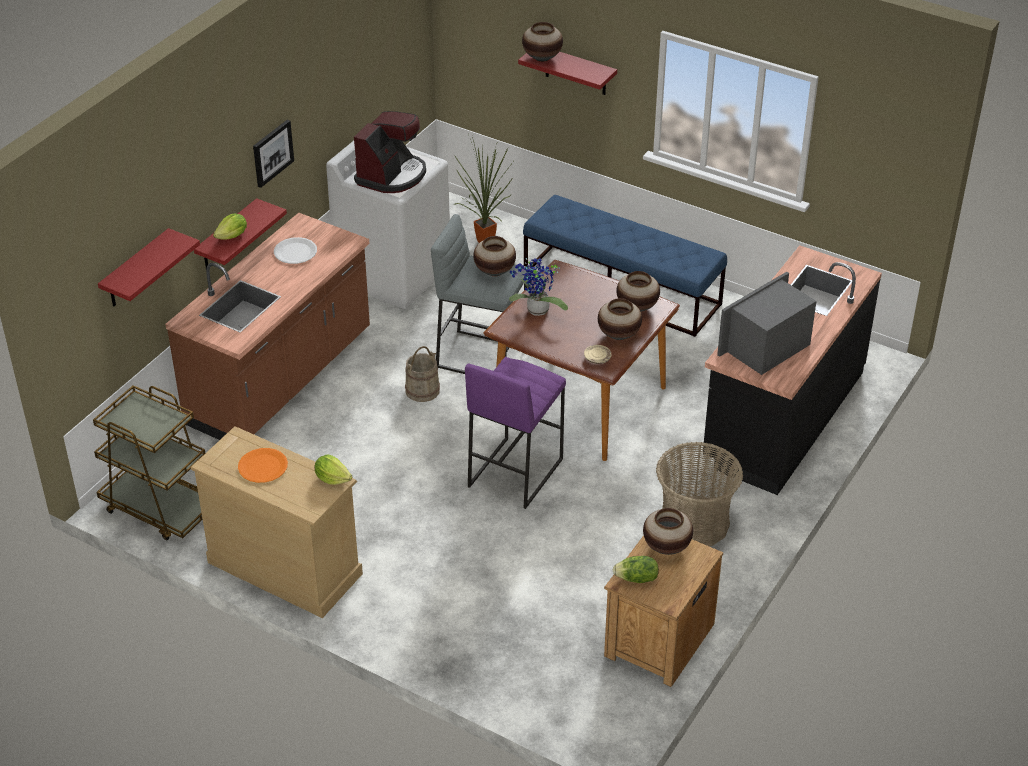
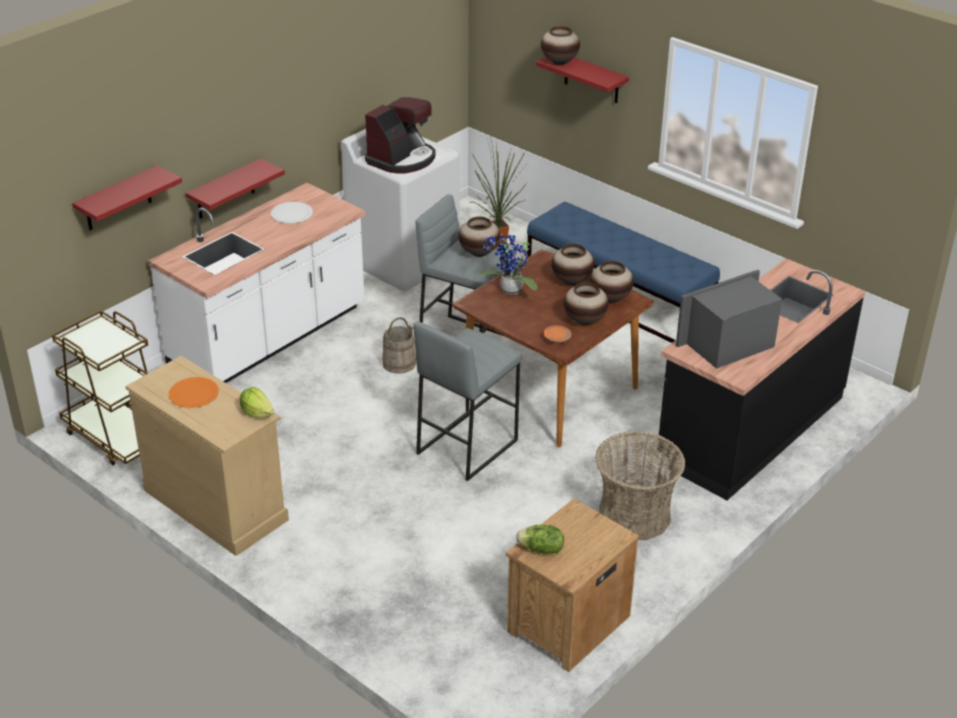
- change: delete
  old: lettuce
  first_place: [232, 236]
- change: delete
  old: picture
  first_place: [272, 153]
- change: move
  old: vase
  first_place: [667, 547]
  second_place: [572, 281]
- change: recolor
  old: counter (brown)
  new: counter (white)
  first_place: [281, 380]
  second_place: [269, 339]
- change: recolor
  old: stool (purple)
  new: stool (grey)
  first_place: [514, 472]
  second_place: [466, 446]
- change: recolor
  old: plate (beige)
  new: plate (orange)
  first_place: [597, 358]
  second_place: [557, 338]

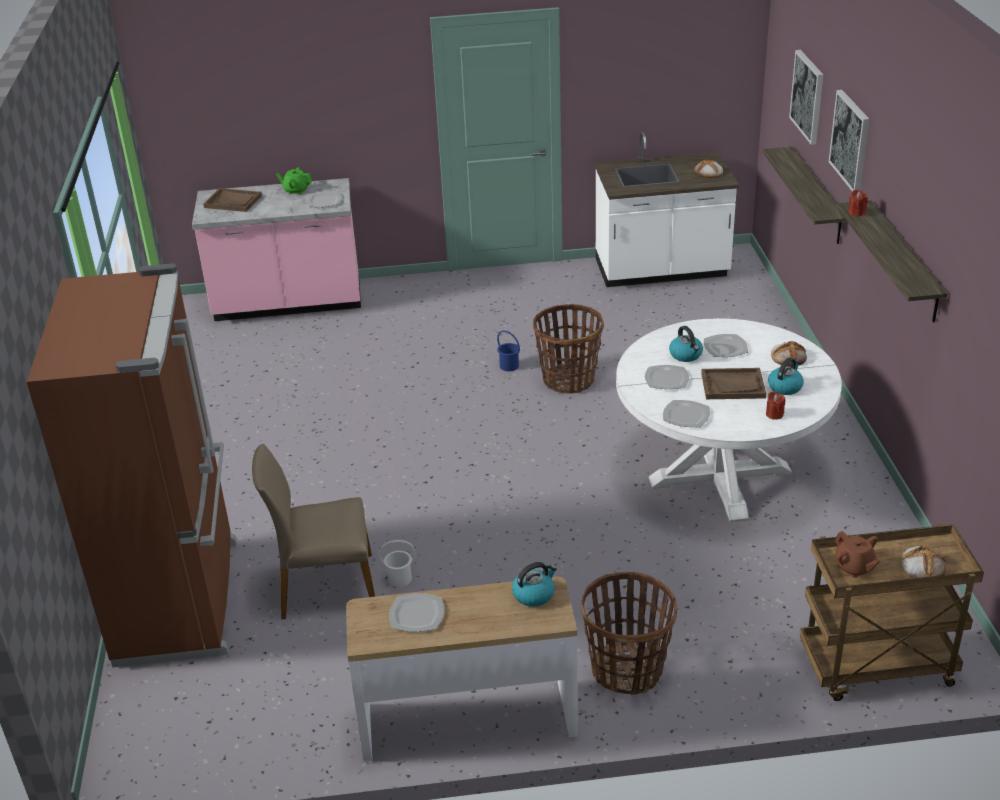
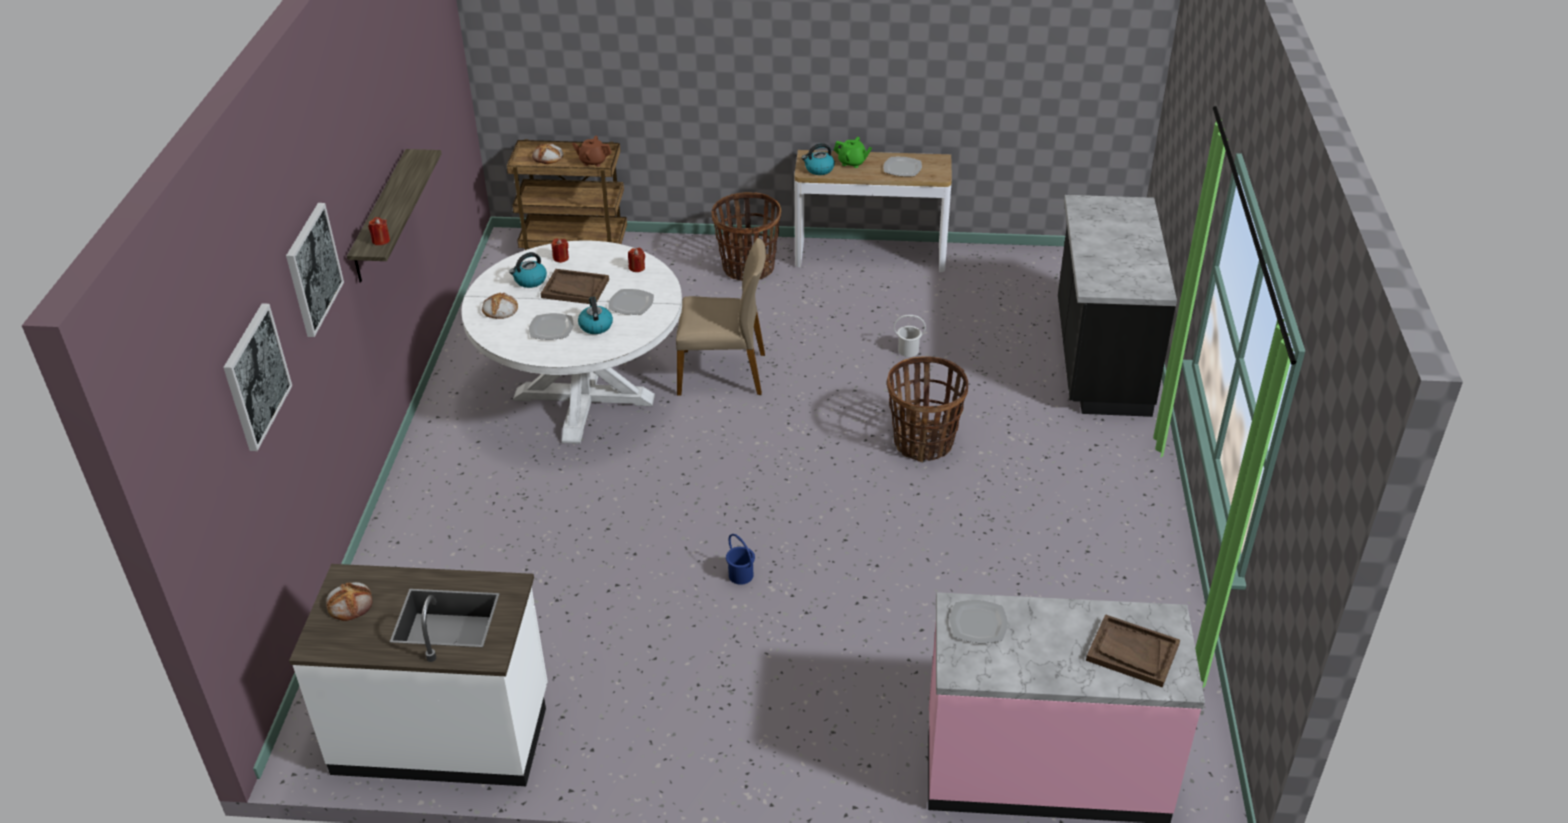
- change: delete
  old: shelf
  first_place: [816, 195]
- change: move
  old: chair (beige)
  first_place: [326, 586]
  second_place: [723, 373]
- change: move
  old: teapot (green)
  first_place: [296, 190]
  second_place: [852, 163]
- change: move
  old: basket
  first_place: [568, 380]
  second_place: [923, 442]
- change: replace
  old: fridge (brown)
  new: counter (black)
  first_place: [181, 600]
  second_place: [1099, 360]
- change: replace
  old: plate
  new: candle (red)
  first_place: [685, 415]
  second_place: [637, 268]
- change: rotate
  old: teapot (brown)
  first_place: [854, 567]
  second_place: [593, 161]
  degrees: -60

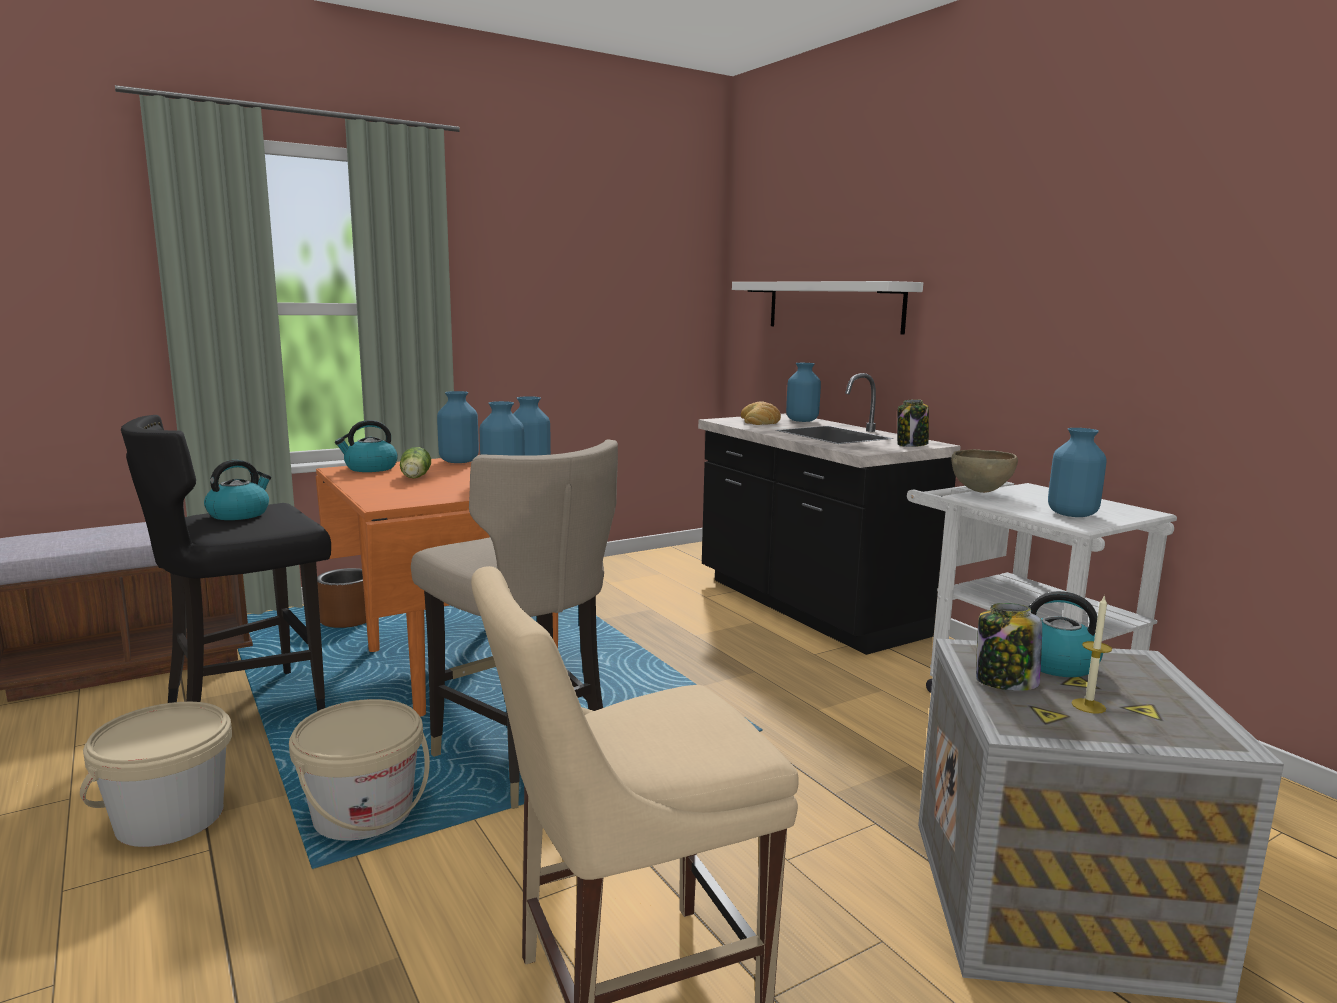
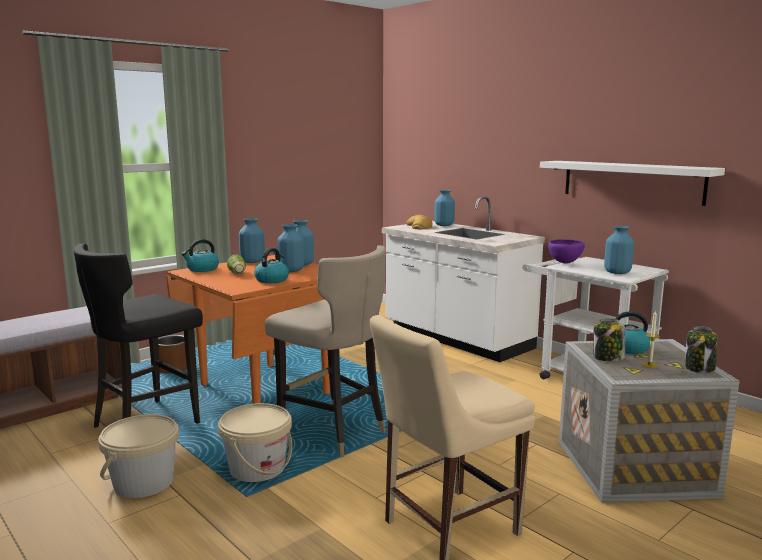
- change: move
  old: kettle
  first_place: [239, 514]
  second_place: [272, 280]
- change: move
  old: shelf (white)
  first_place: [833, 306]
  second_place: [631, 181]
- change: move
  old: jar
  first_place: [912, 445]
  second_place: [699, 368]
- change: recolor
  old: counter (black)
  new: counter (white)
  first_place: [808, 607]
  second_place: [456, 338]
- change: recolor
  old: bowl (brown)
  new: bowl (purple)
  first_place: [981, 491]
  second_place: [565, 263]

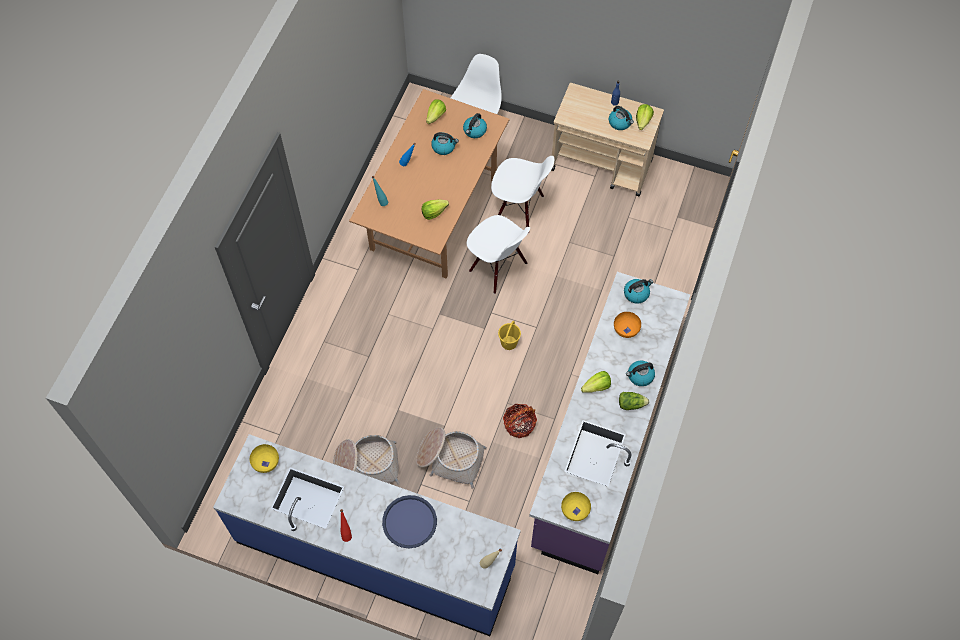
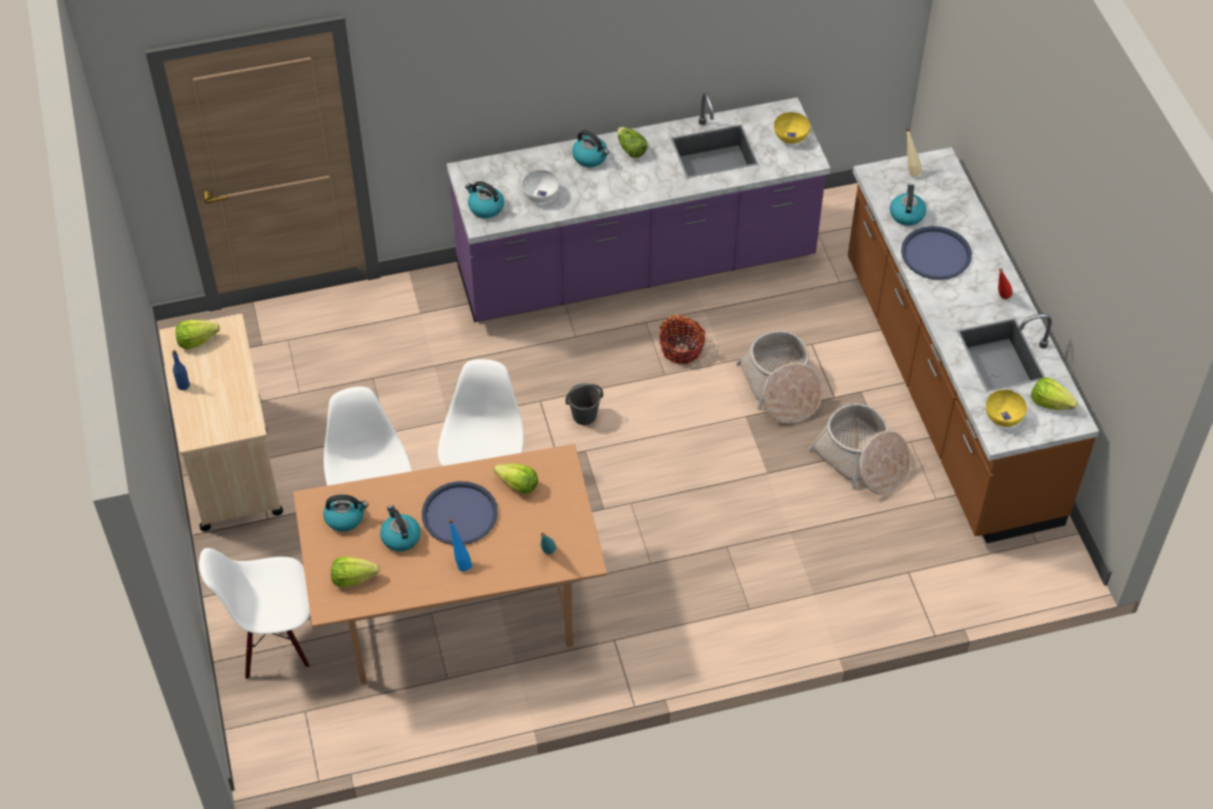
- change: insert
  new: tray (blue)
  second_place: [460, 514]
- change: move
  old: lettuce
  first_place: [596, 387]
  second_place: [1050, 403]
- change: move
  old: kettle
  first_place: [620, 122]
  second_place: [906, 214]
- change: recolor
  old: counter (blue)
  new: counter (brown)
  first_place: [375, 554]
  second_place: [947, 390]
- change: recolor
  old: bucket (yellow)
  new: bucket (grey)
  first_place: [509, 343]
  second_place: [585, 415]
- change: recolor
  old: bowl (orange)
  new: bowl (white)
  first_place: [626, 329]
  second_place: [540, 195]

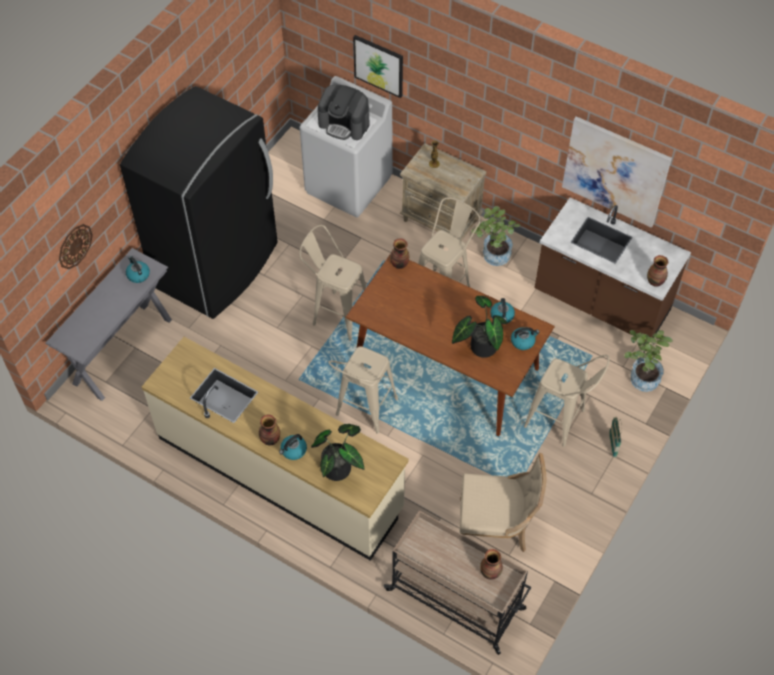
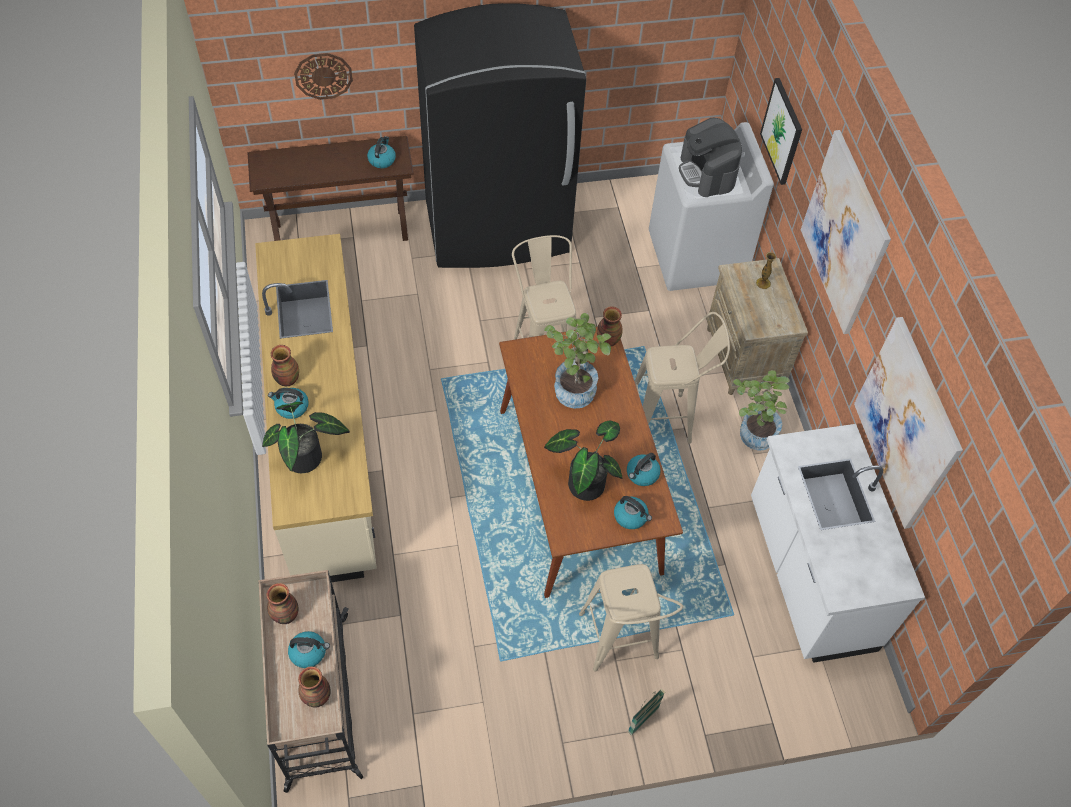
- change: delete
  old: stool (beige)
  first_place: [363, 412]
- change: delete
  old: chair (beige)
  first_place: [495, 527]
- change: insert
  new: kettle
  second_place: [309, 652]
- change: insert
  new: picture
  second_place: [844, 233]
- change: move
  old: potted plant
  first_place: [640, 377]
  second_place: [574, 386]
- change: move
  old: vase
  first_place: [655, 281]
  second_place: [286, 615]
- change: recolor
  old: console table (grey)
  new: console table (brown)
  first_place: [123, 351]
  second_place: [341, 231]
- change: recolor
  old: counter (brown)
  new: counter (white)
  first_place: [601, 303]
  second_place: [808, 575]

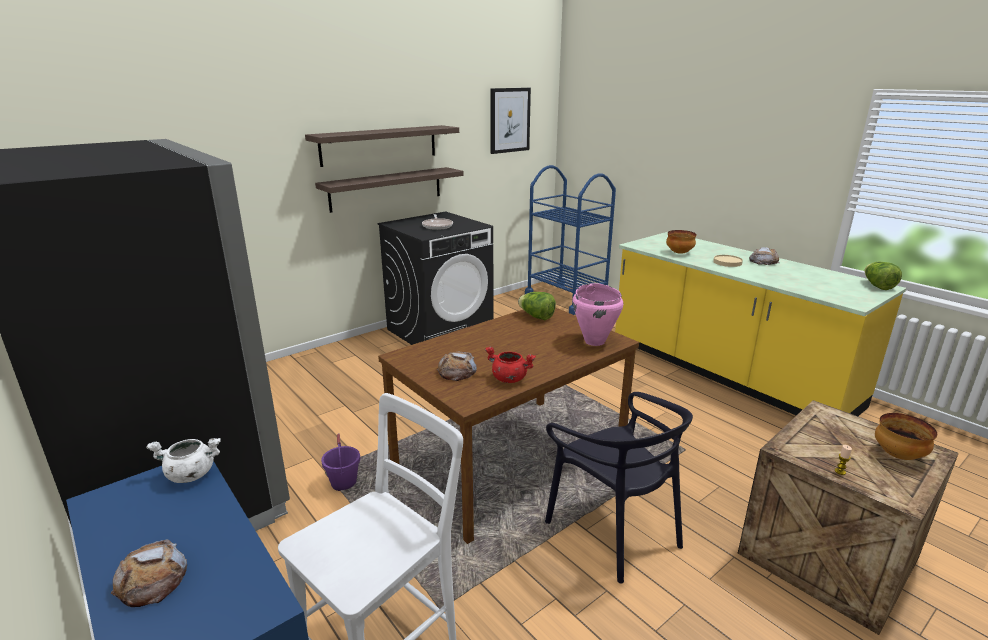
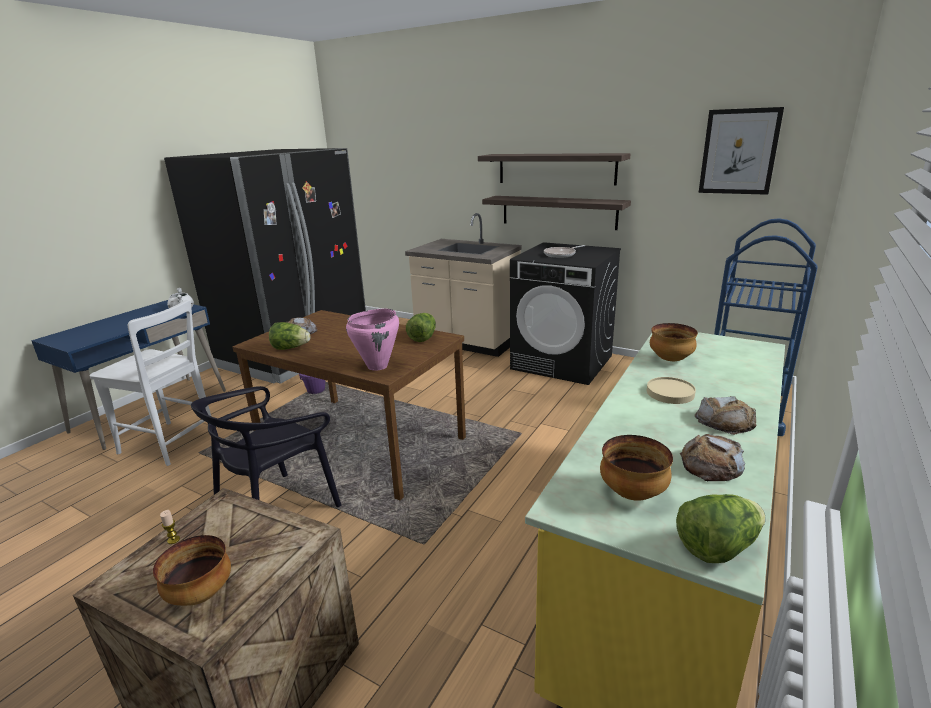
- change: insert
  new: counter (beige)
  second_place: [467, 342]
- change: insert
  new: bowl
  second_place: [633, 494]
- change: move
  old: bread
  first_place: [152, 580]
  second_place: [711, 465]
- change: replace
  old: cooking pot (red)
  new: lettuce
  first_place: [509, 379]
  second_place: [291, 348]

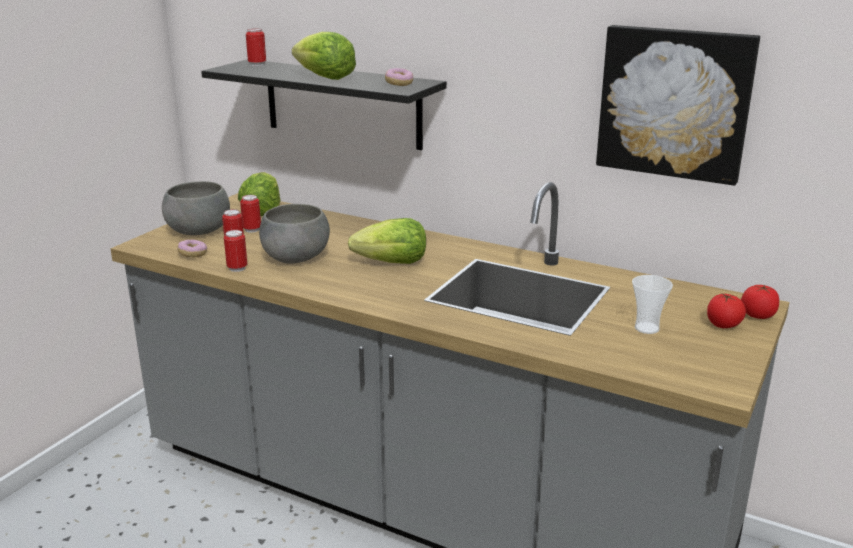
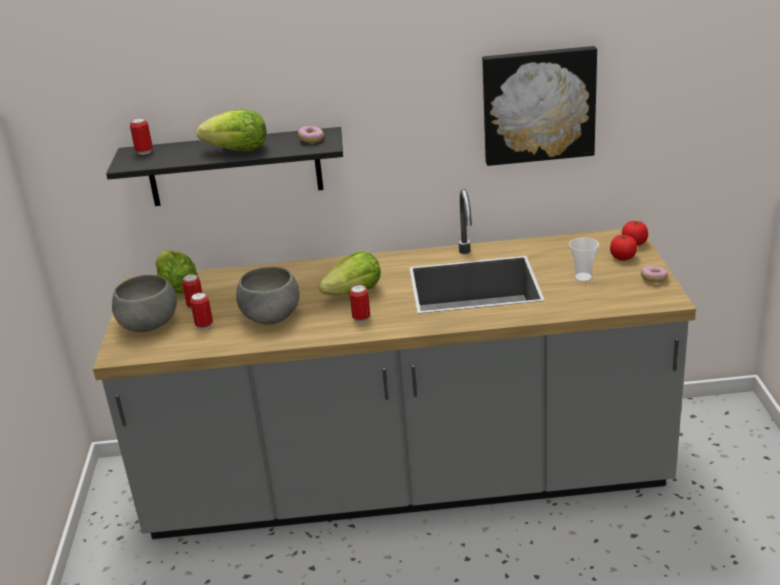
- change: move
  old: donut
  first_place: [193, 254]
  second_place: [653, 279]
- change: move
  old: can
  first_place: [237, 268]
  second_place: [361, 318]

